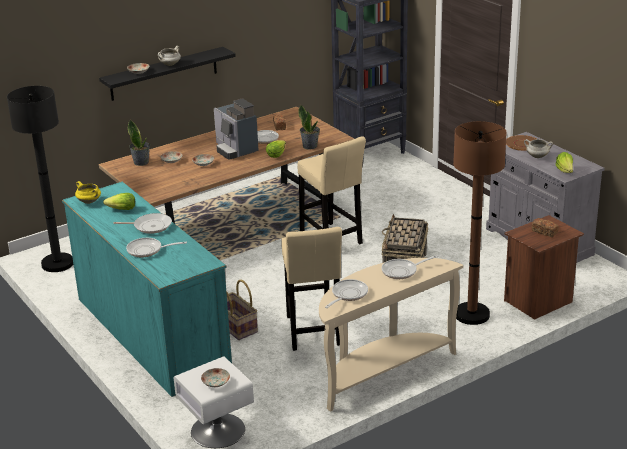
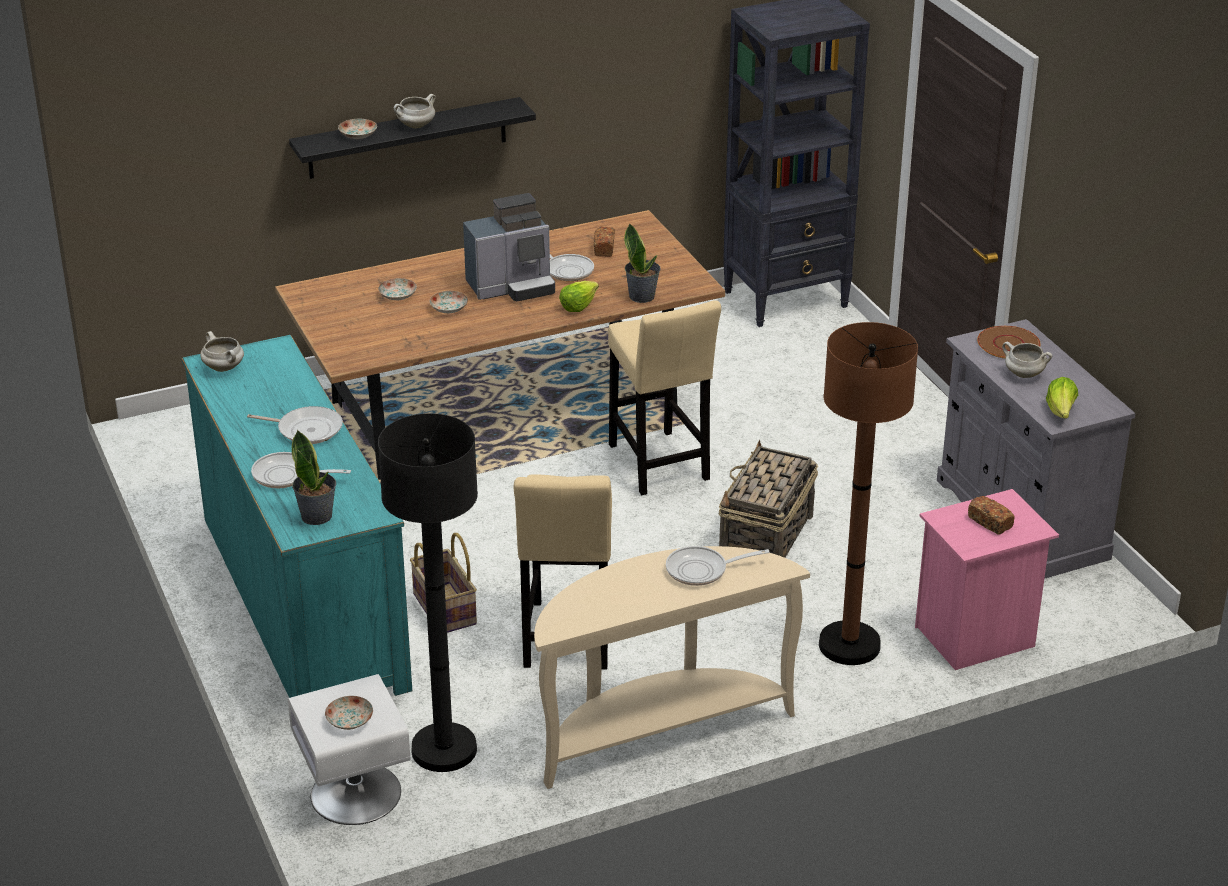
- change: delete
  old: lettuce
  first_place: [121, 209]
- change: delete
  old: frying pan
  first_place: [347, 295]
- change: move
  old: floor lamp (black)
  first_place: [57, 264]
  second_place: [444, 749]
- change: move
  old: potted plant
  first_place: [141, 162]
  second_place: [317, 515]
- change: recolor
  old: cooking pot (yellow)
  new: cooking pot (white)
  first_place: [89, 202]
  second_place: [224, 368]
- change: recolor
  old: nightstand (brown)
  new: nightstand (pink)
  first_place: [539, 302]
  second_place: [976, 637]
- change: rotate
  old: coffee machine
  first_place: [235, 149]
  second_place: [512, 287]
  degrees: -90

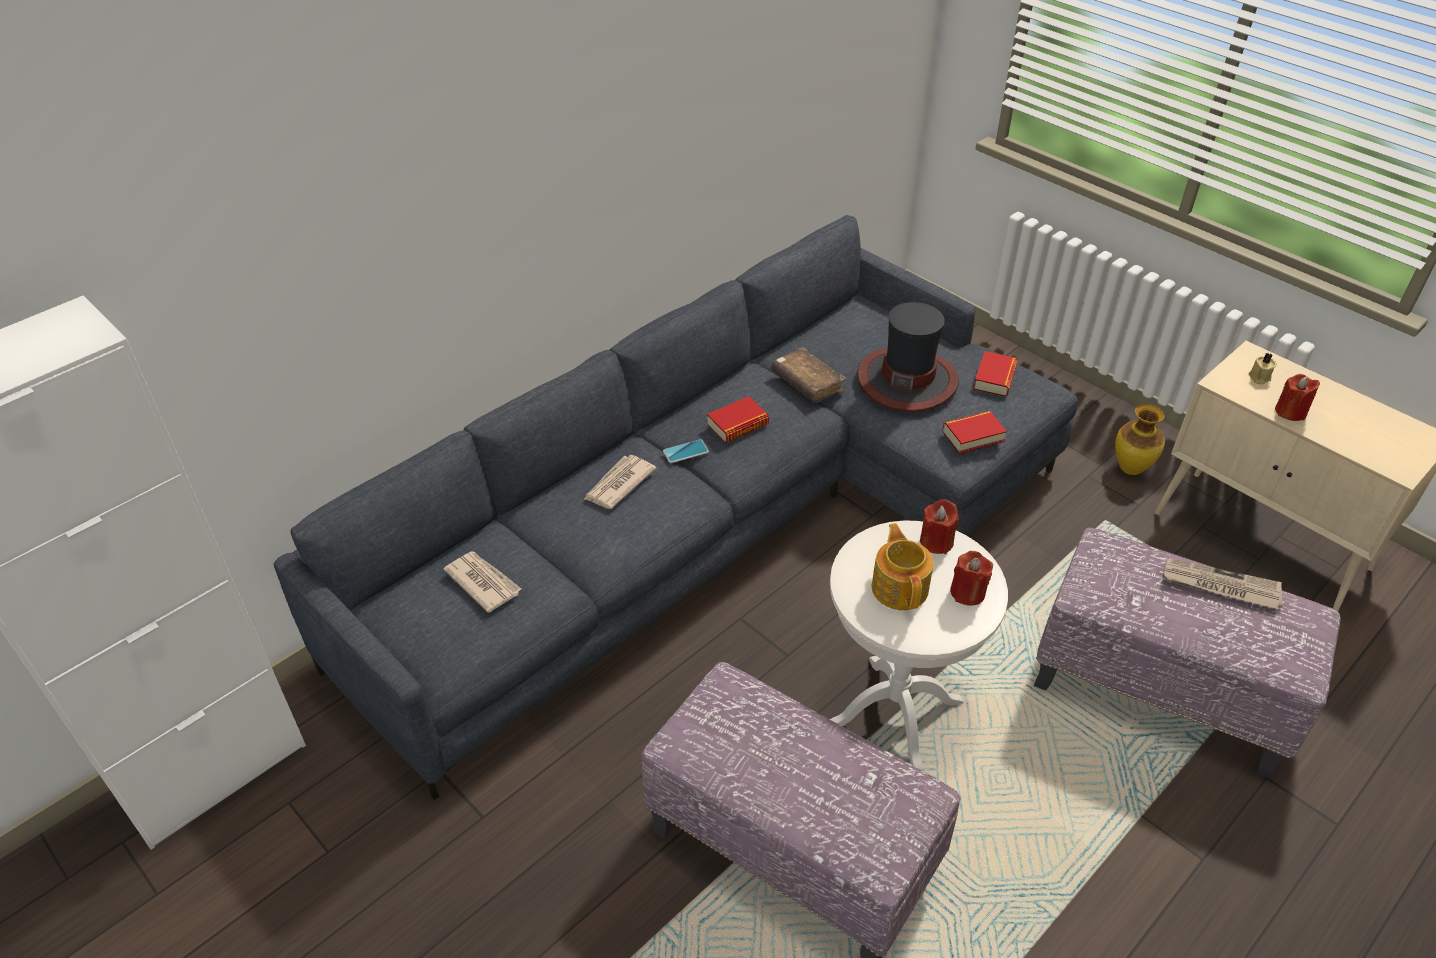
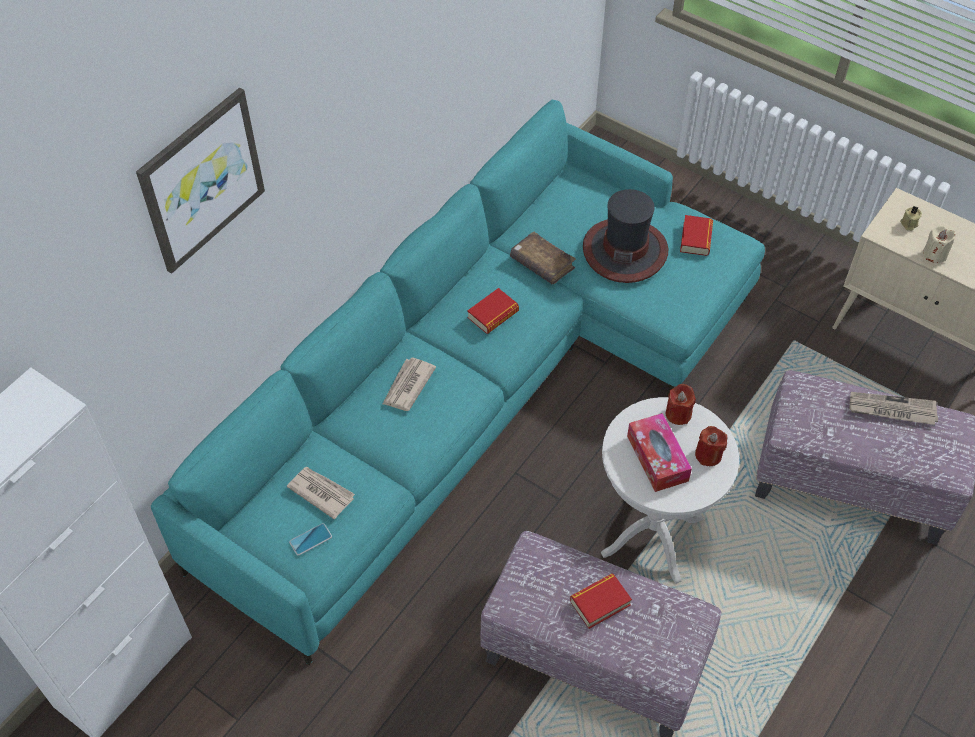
- change: delete
  old: vase
  first_place: [1131, 469]
- change: insert
  new: picture
  second_place: [201, 180]
- change: move
  old: phone
  first_place: [685, 452]
  second_place: [310, 539]
- change: move
  old: book
  first_place: [973, 436]
  second_place: [600, 603]
- change: replace
  old: teapot
  new: tissue box
  first_place: [900, 587]
  second_place: [657, 458]
- change: recolor
  old: sofa (grey)
  new: sofa (turquoise)
  first_place: [719, 524]
  second_place: [481, 389]
- change: recolor
  old: candle (red)
  new: candle (beige)
  first_place: [1290, 412]
  second_place: [934, 254]

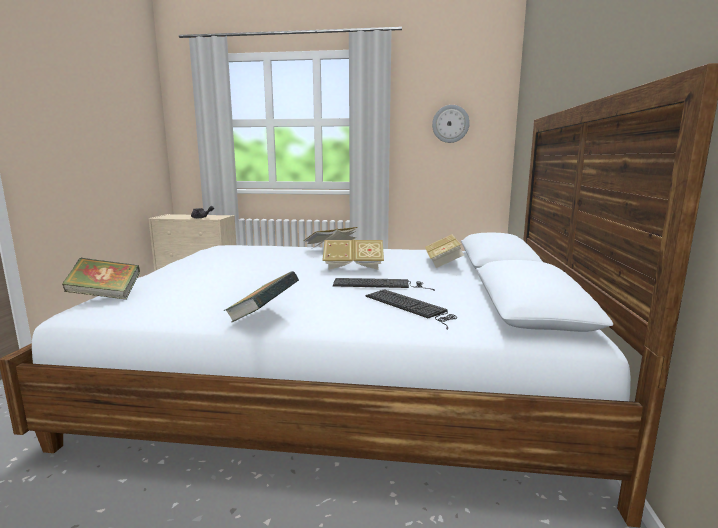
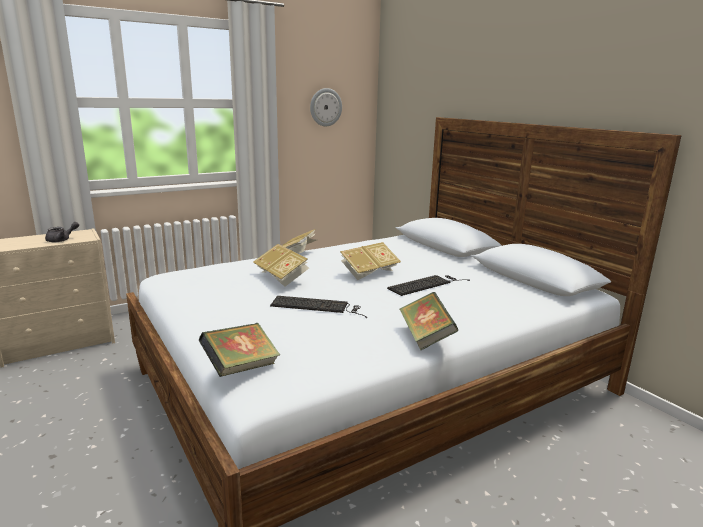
- change: move
  old: keyboard
  first_place: [411, 307]
  second_place: [318, 306]
- change: move
  old: book
  first_place: [443, 262]
  second_place: [281, 277]

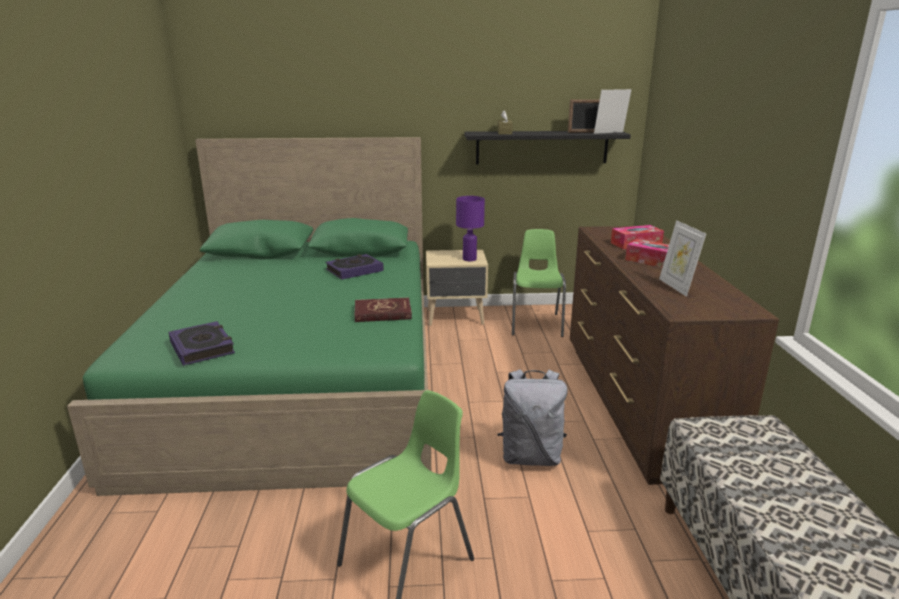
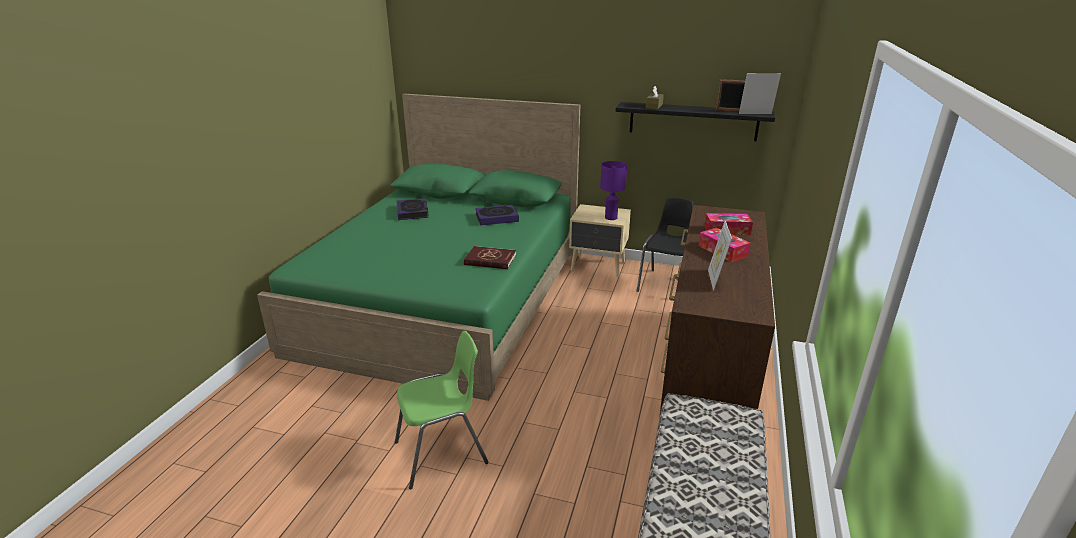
- change: delete
  old: backpack (grey)
  first_place: [530, 456]
- change: move
  old: book
  first_place: [202, 348]
  second_place: [412, 212]
- change: recolor
  old: chair (green)
  new: chair (black)
  first_place: [536, 324]
  second_place: [666, 284]

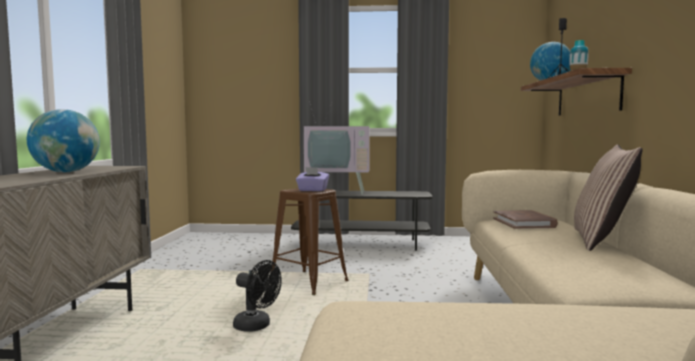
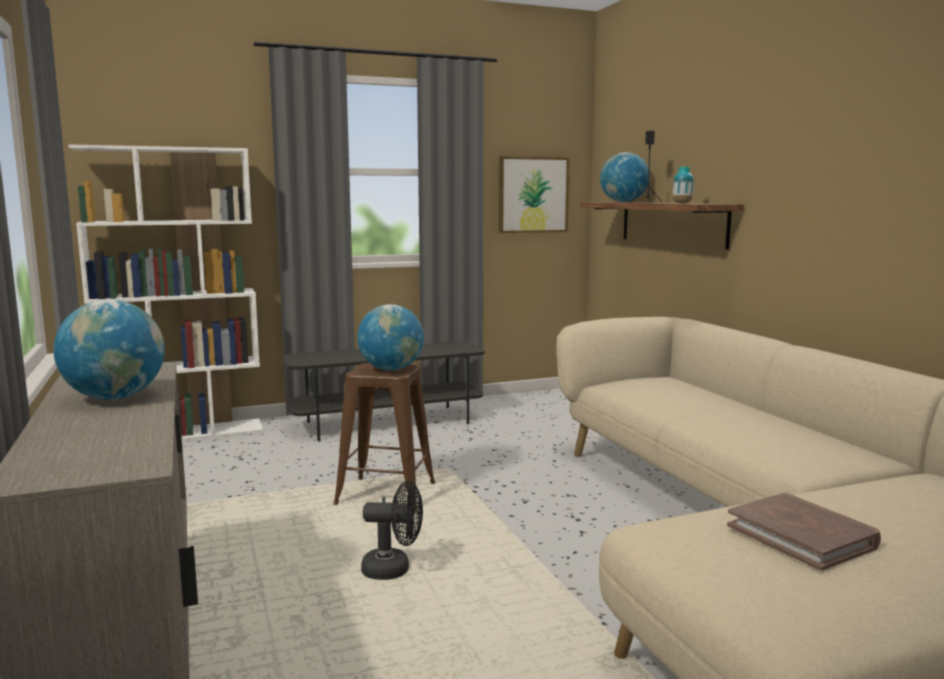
- change: delete
  old: television
  first_place: [338, 191]
- change: delete
  old: pillow
  first_place: [601, 241]
- change: insert
  new: bookcase (white)
  second_place: [184, 434]
- change: insert
  new: picture
  second_place: [533, 195]
- change: move
  old: book (brown)
  first_place: [524, 223]
  second_place: [801, 536]
- change: replace
  old: tissue box (purple)
  new: globe
  first_place: [312, 190]
  second_place: [391, 369]

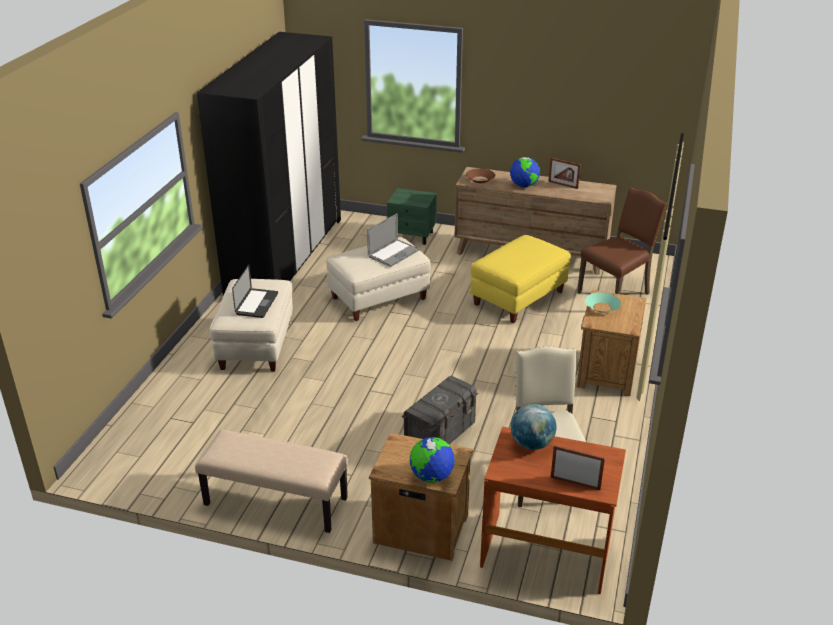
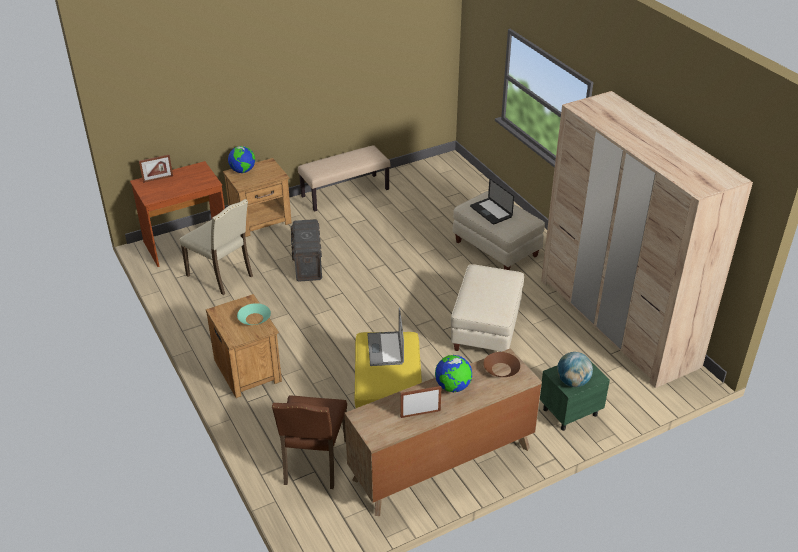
- change: move
  old: laptop
  first_place: [394, 253]
  second_place: [385, 349]
- change: move
  old: globe
  first_place: [532, 444]
  second_place: [572, 382]
- change: recolor
  old: wardrobe (black)
  new: wardrobe (beige)
  first_place: [286, 254]
  second_place: [617, 322]

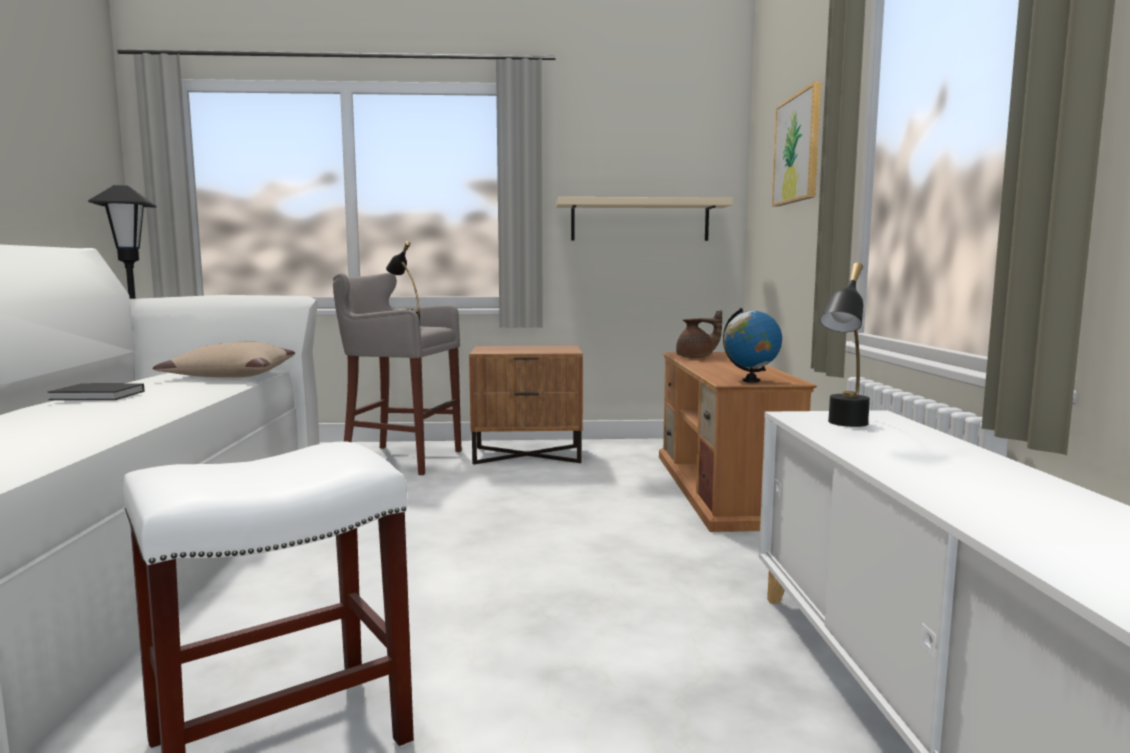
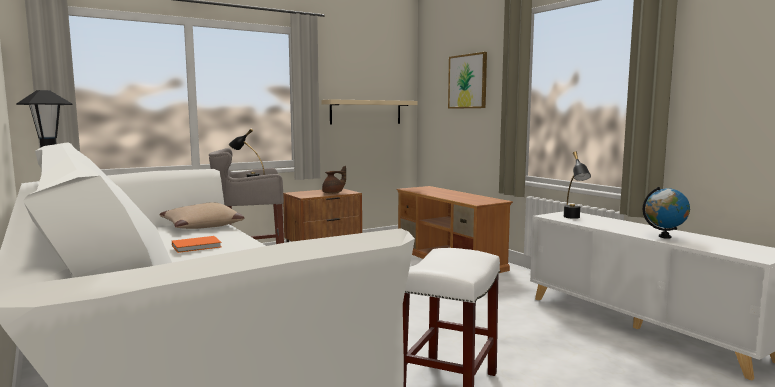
- change: move
  old: teapot (brown)
  first_place: [696, 357]
  second_place: [333, 193]
- change: move
  old: globe
  first_place: [750, 381]
  second_place: [665, 237]
- change: recolor
  old: book (black)
  new: book (orange)
  first_place: [99, 396]
  second_place: [198, 246]

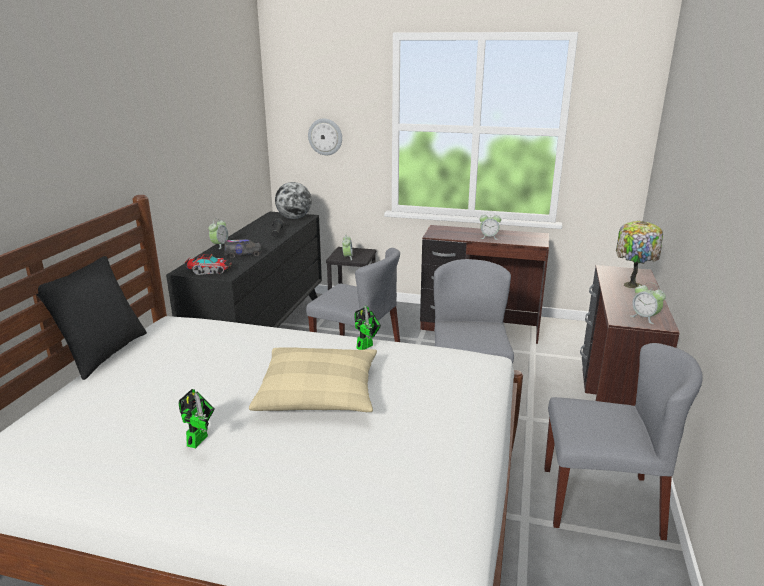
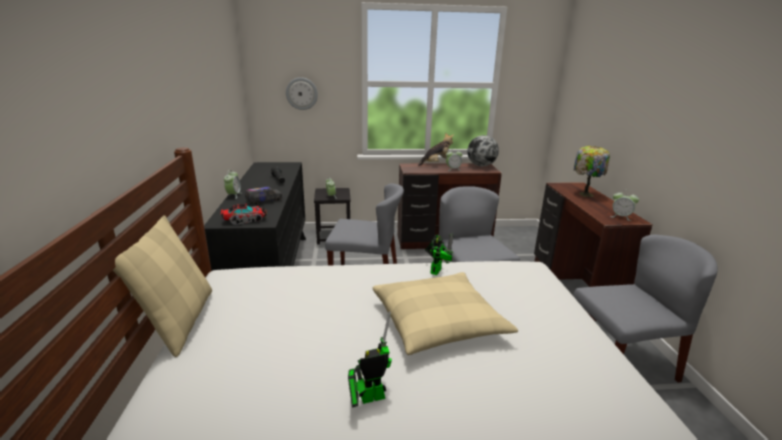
- change: insert
  new: plush toy
  second_place: [436, 164]
- change: move
  old: globe
  first_place: [294, 218]
  second_place: [481, 165]
- change: recolor
  old: pillow (black)
  new: pillow (beige)
  first_place: [104, 353]
  second_place: [179, 321]
- change: rotate
  old: toy robot
  first_place: [199, 438]
  second_place: [368, 398]
  degrees: -105

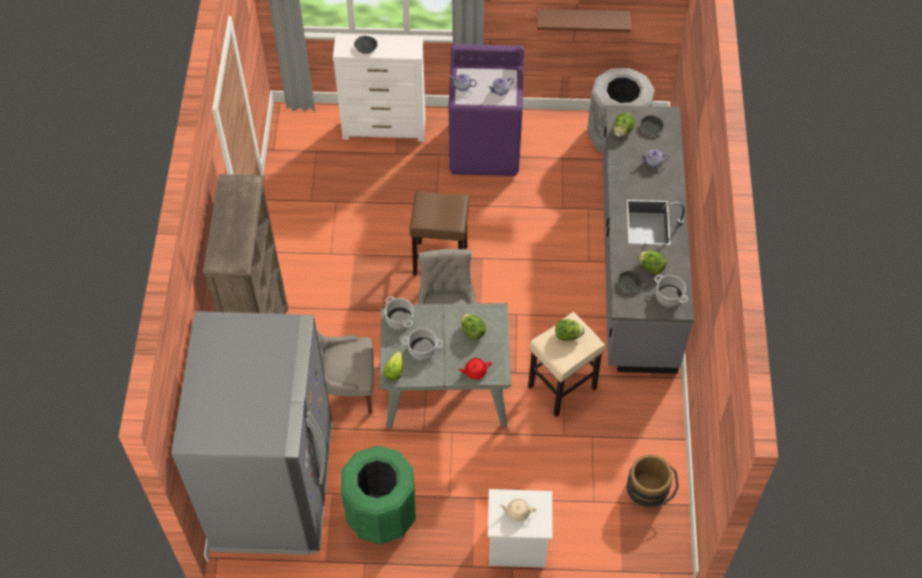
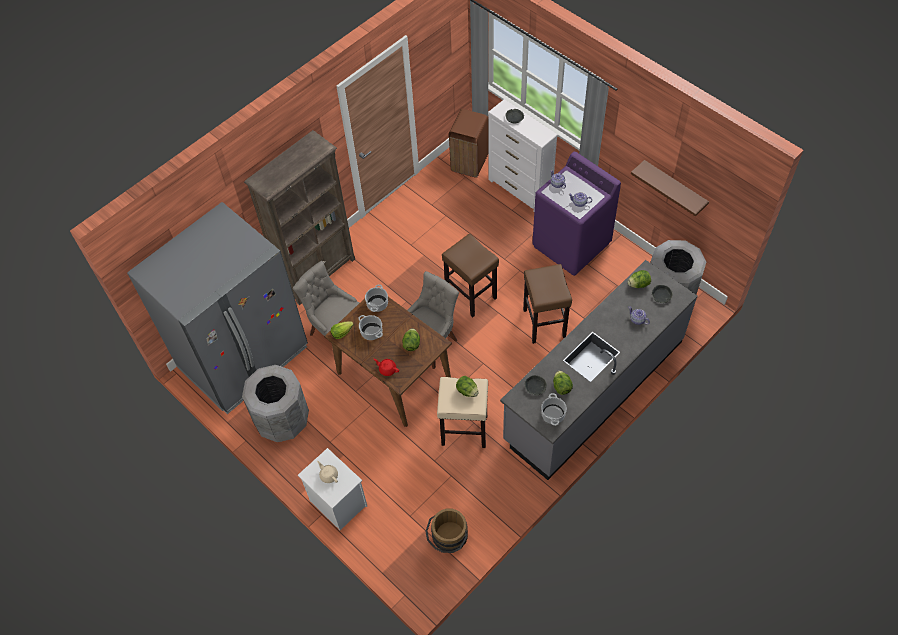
- change: insert
  new: trash can (brown)
  second_place: [470, 163]
- change: insert
  new: stool (brown)
  second_place: [544, 323]
- change: recolor
  old: trash can (green)
  new: trash can (grey)
  first_place: [381, 515]
  second_place: [282, 421]
- change: recolor
  old: dining table (grey)
  new: dining table (brown)
  first_place: [445, 389]
  second_place: [393, 376]

